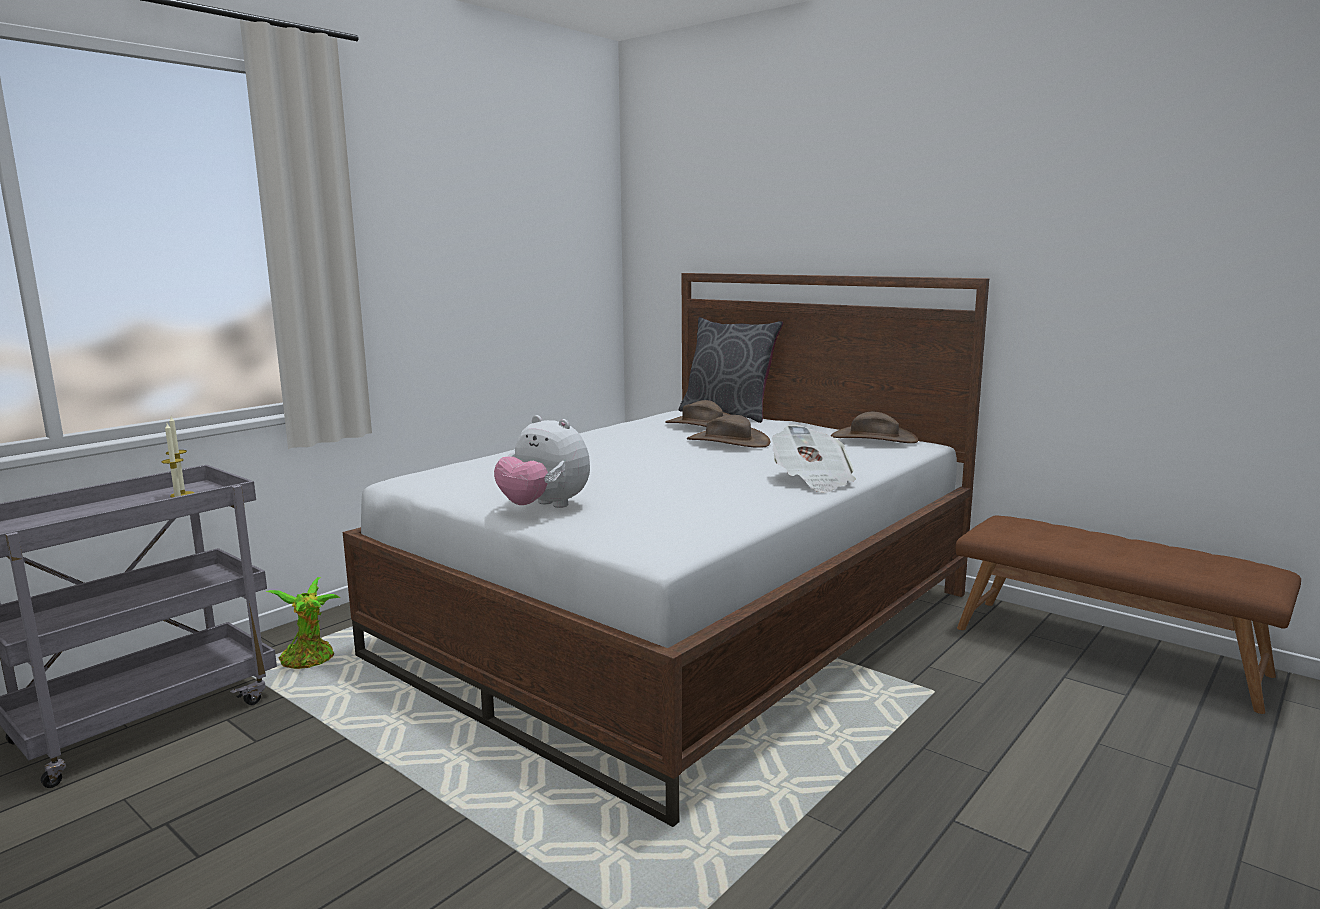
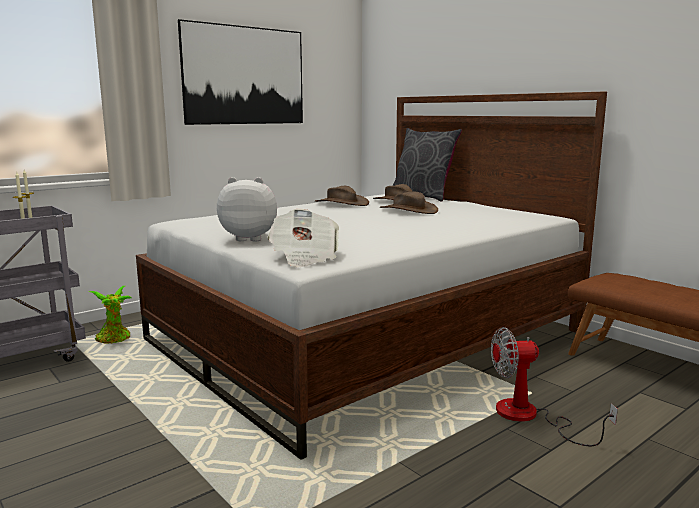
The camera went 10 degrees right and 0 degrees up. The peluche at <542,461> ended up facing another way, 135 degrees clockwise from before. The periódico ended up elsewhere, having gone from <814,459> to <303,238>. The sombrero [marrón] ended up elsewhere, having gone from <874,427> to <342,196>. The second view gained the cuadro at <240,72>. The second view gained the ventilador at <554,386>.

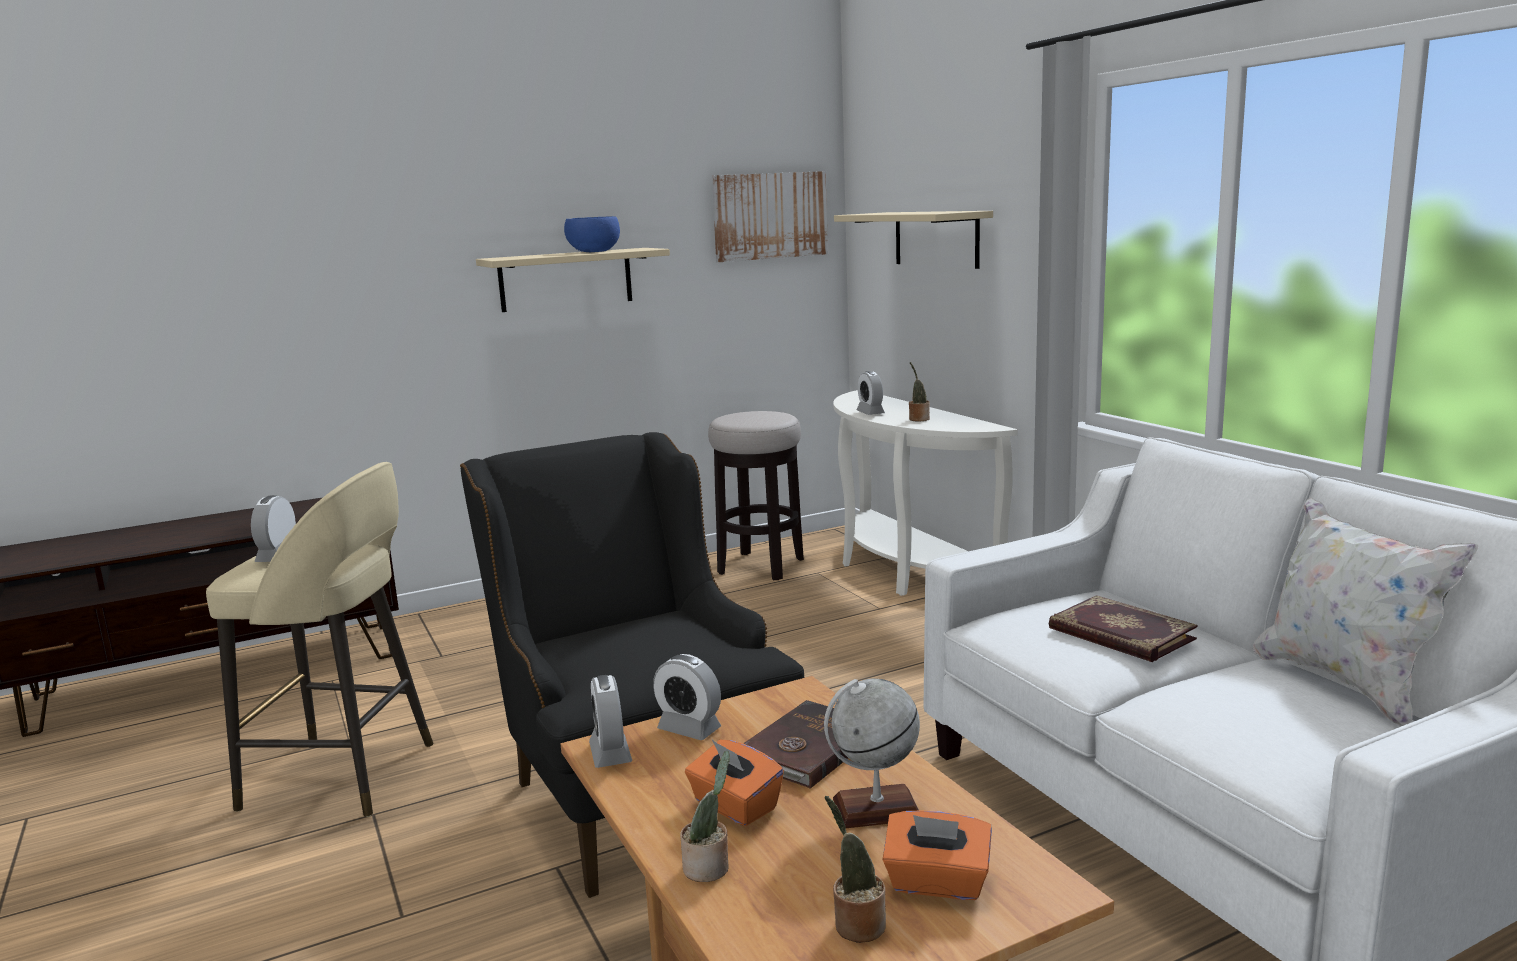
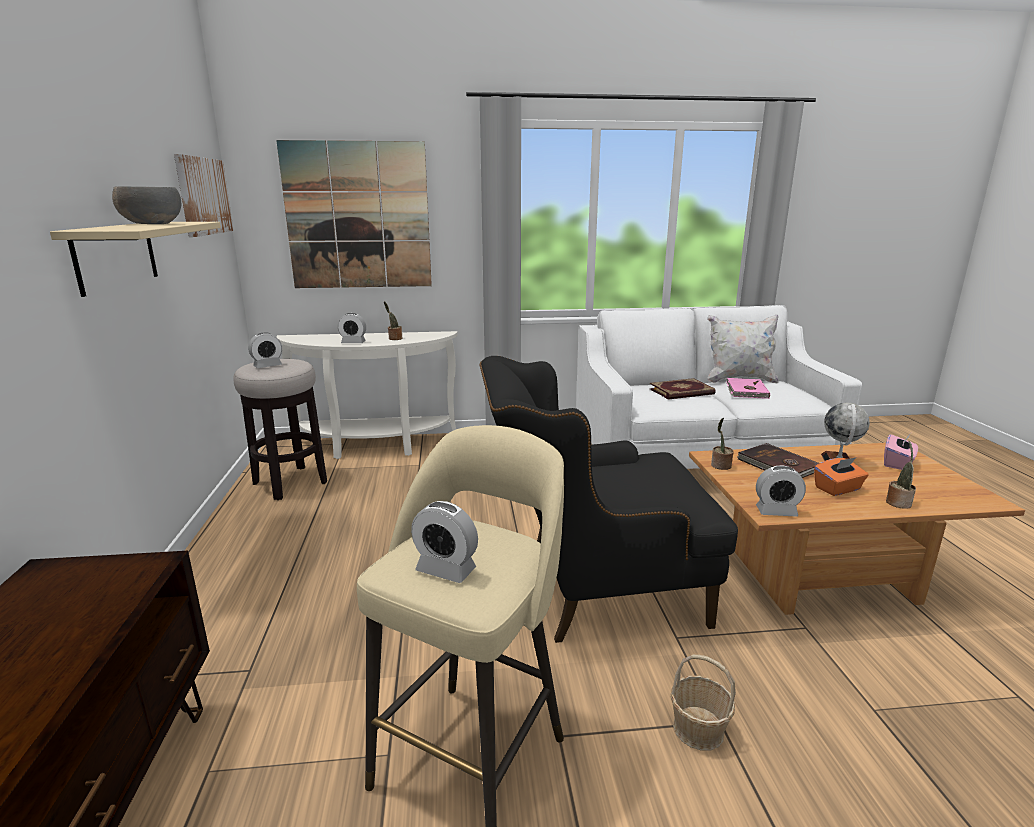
The camera went 70 degrees left and 5 degrees up. What was the cuenco [azul] at <592,234> turned into the cuenco [gris] at <146,205>. The despertador ended up elsewhere, having gone from <687,697> to <265,350>. The planta en maceta ended up elsewhere, having gone from <855,869> to <722,444>. Where the estante [beis] hung at <913,240>, the cuadro came to hang at <354,214>. What was the caja de pañuelos [naranja] at <937,855> turned into the caja de pañuelos [rosa] at <901,452>. The second view gained the cesta at <703,703>. The second view gained the libro [rosa] at <748,388>.

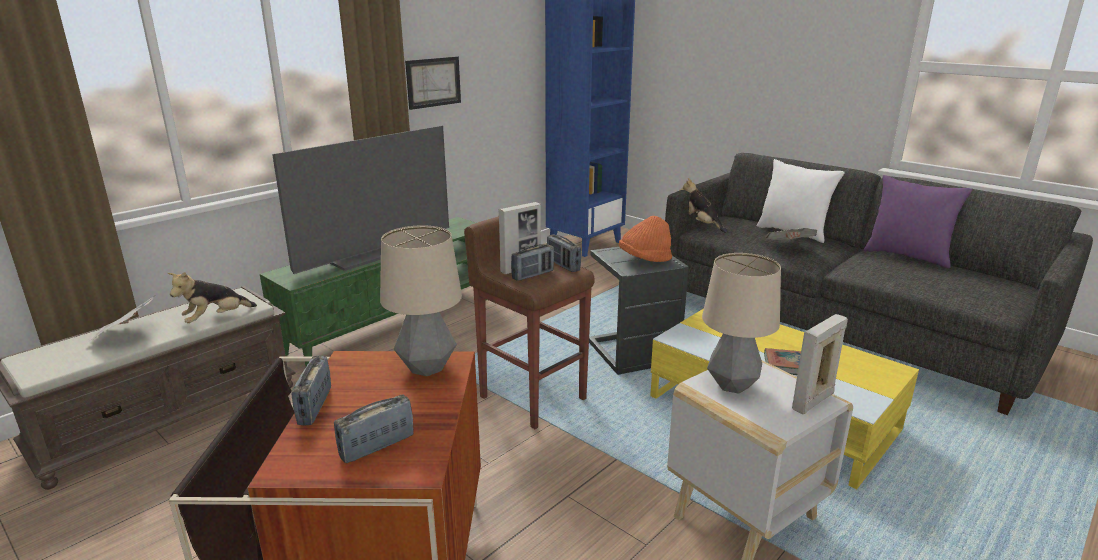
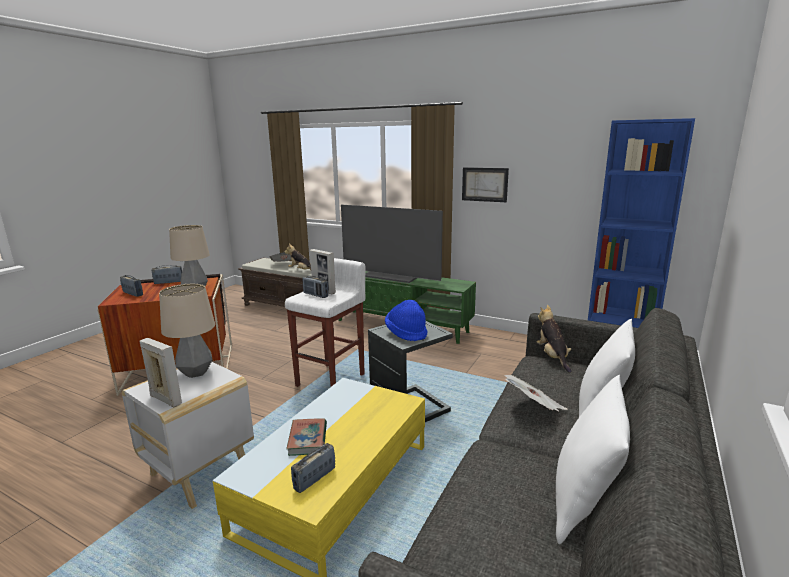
The camera went 75 degrees right and 5 degrees down. What was the taburete [marrón] at <529,322> turned into the taburete [blanco] at <325,322>. The radio ended up elsewhere, having gone from <564,253> to <313,468>. What was the sombrero [naranja] at <645,239> turned into the sombrero [azul] at <406,320>. The peluche at <703,205> ended up facing another way, 45 degrees counterclockwise from before. What was the cojín [morado] at <918,222> turned into the cojín [blanco] at <593,459>.

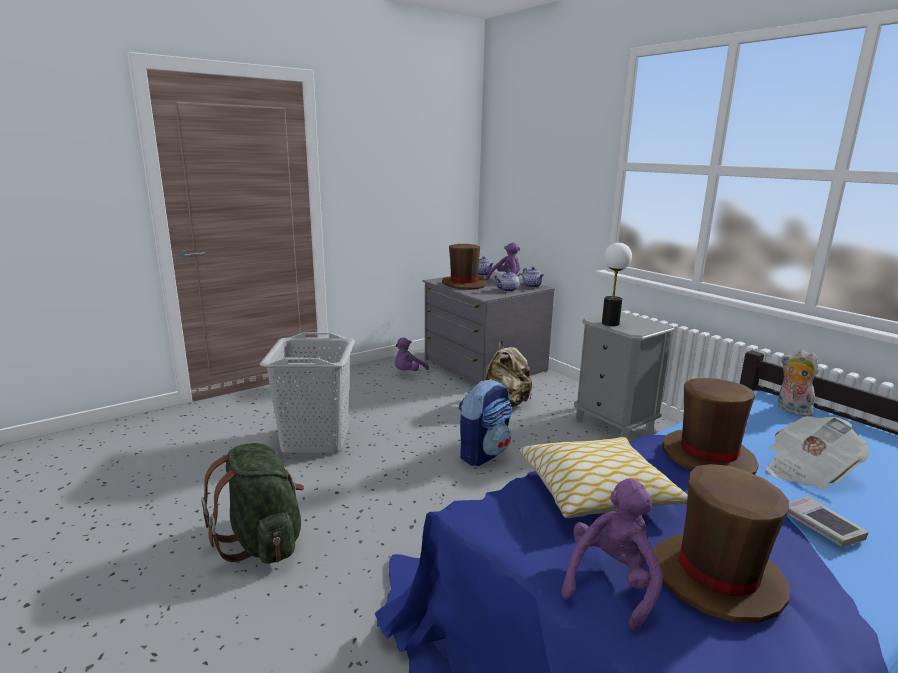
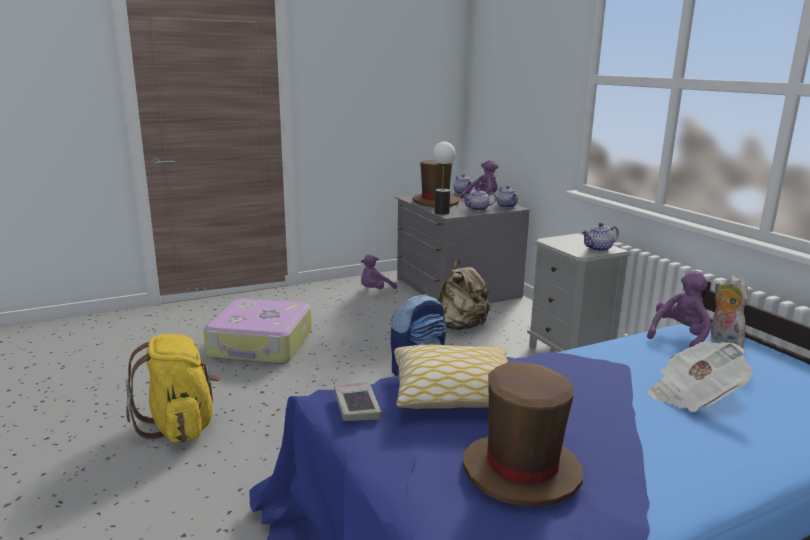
The camera went 10 degrees right and 0 degrees up. What was the mochila [verde] at <252,503> turned into the mochila [amarillo] at <173,388>. Where the cesto de la ropa [gris] stood at <307,392>, the maleta came to stand at <257,331>. The peluche [morado] ended up elsewhere, having gone from <612,554> to <679,309>. The lámpara de mesa ended up elsewhere, having gone from <617,284> to <444,178>. The second view lost the sombrero [marrón] at <711,426>. The libro ended up elsewhere, having gone from <828,521> to <357,401>. The second view gained the tetera at <600,237>.

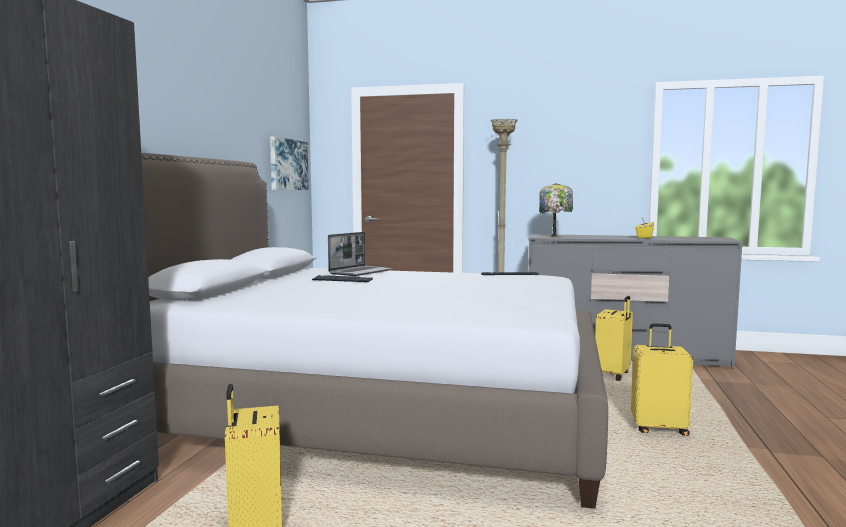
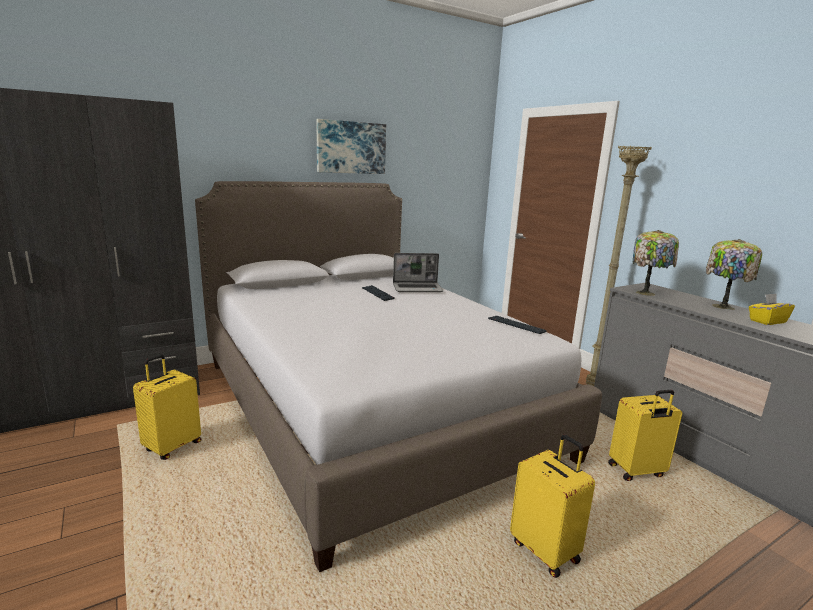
The camera went 45 degrees right and 10 degrees up. The cuadro ended up elsewhere, having gone from <289,163> to <351,146>. The second view gained the lámpara de mesa at <734,274>.

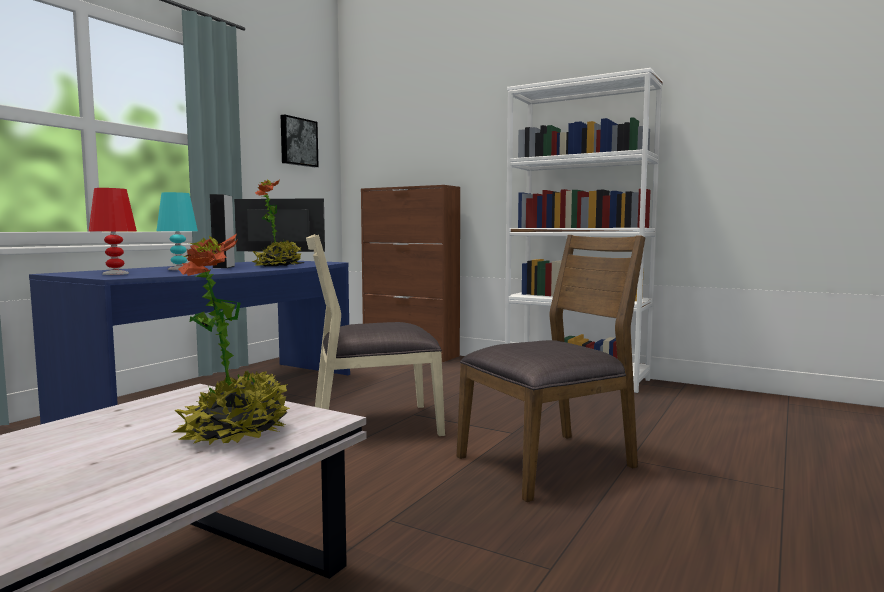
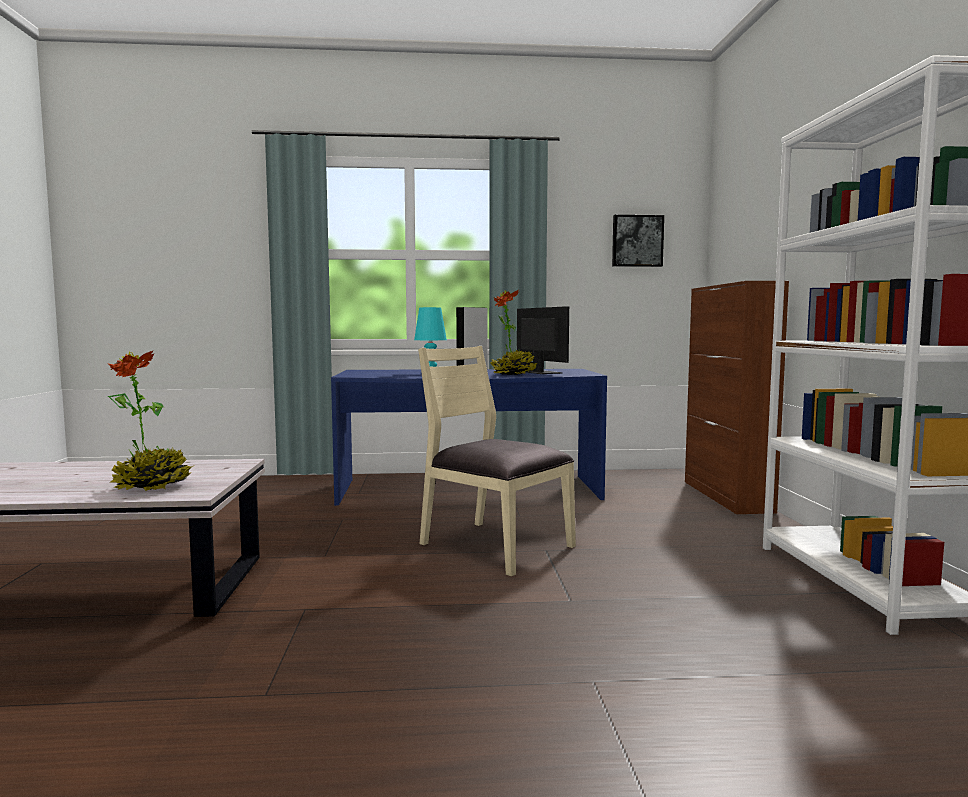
The camera went 55 degrees right and 0 degrees up. The second view lost the lámpara de mesa [rojo] at <113,231>. The second view lost the silla [marrón] at <551,368>.

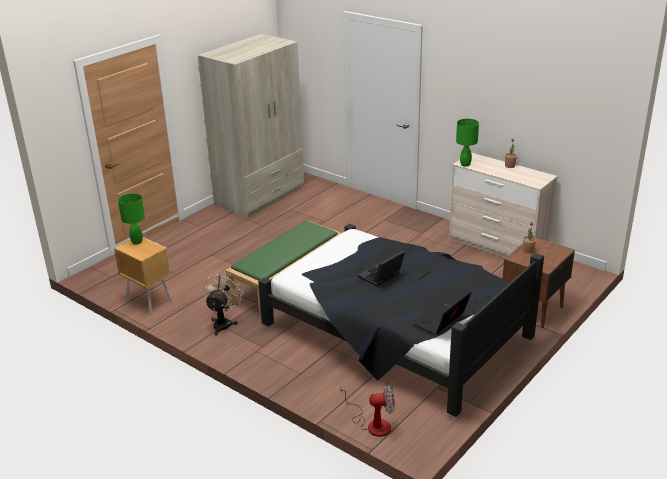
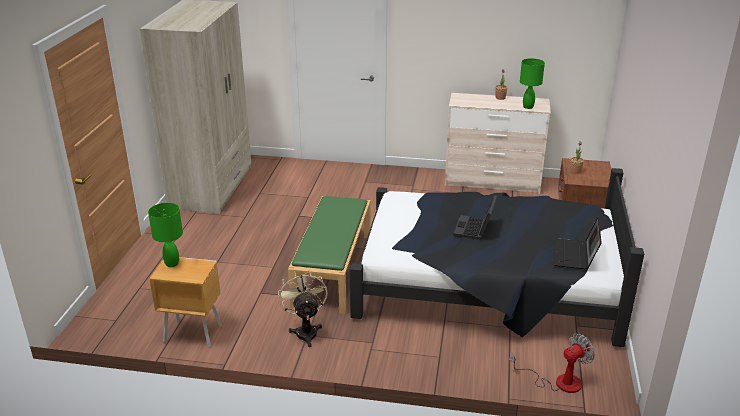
The camera went 30 degrees left and 0 degrees up. The lámpara de mesa [verde] ended up elsewhere, having gone from <467,143> to <532,83>.

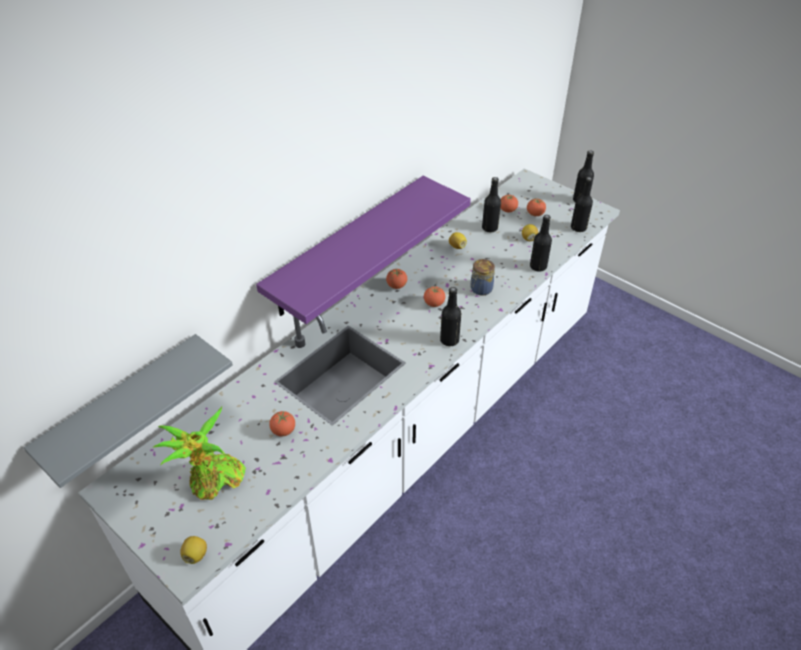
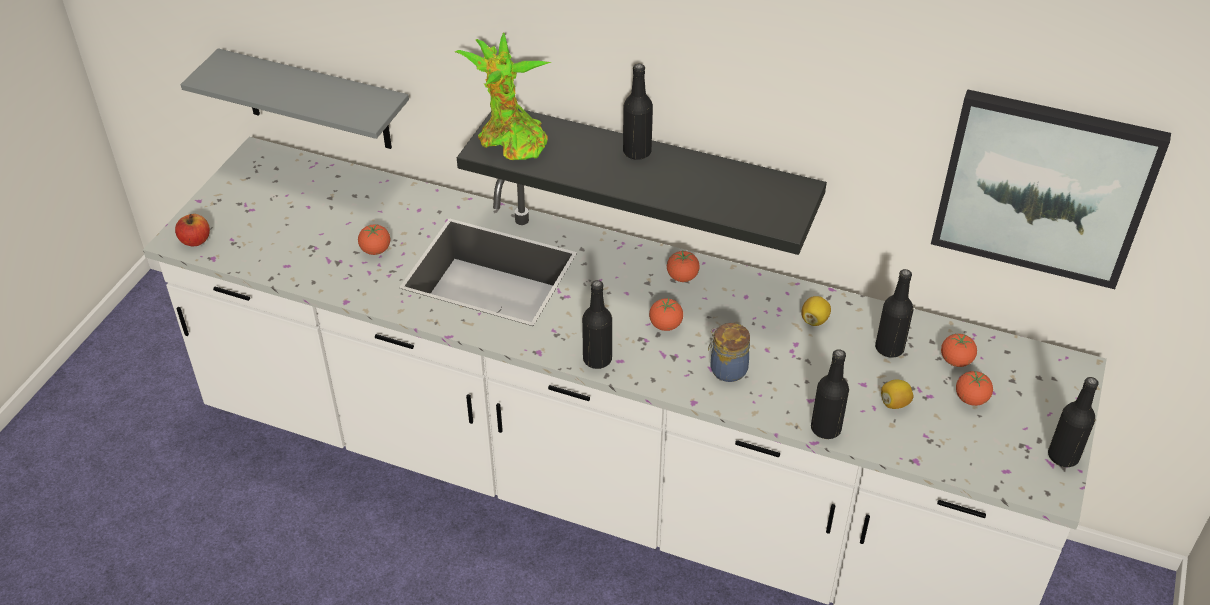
The camera went 70 degrees right and 0 degrees up. The planta en maceta ended up elsewhere, having gone from <199,453> to <503,96>. Where the limón stood at <193,550>, the manzana came to stand at <192,230>. What was the estante [morado] at <363,250> turned into the estante [negro] at <642,182>. The botella [negro] ended up elsewhere, having gone from <582,204> to <638,112>. The second view gained the cuadro at <1051,189>.

